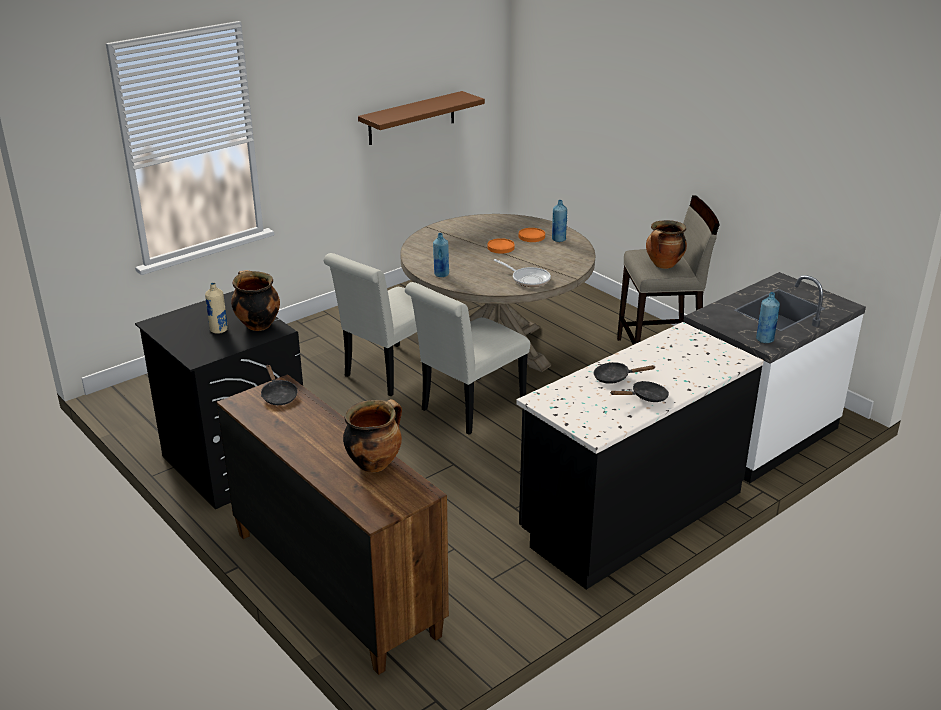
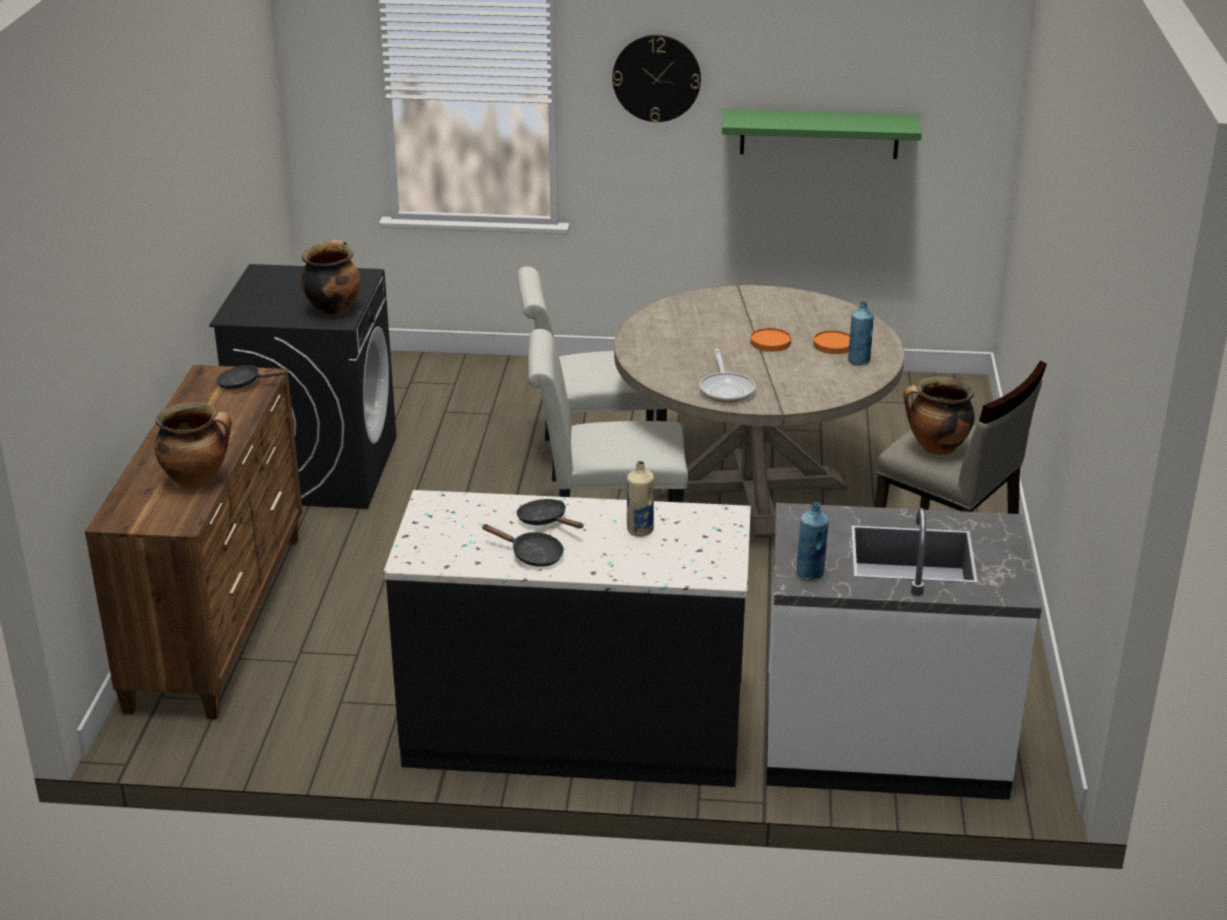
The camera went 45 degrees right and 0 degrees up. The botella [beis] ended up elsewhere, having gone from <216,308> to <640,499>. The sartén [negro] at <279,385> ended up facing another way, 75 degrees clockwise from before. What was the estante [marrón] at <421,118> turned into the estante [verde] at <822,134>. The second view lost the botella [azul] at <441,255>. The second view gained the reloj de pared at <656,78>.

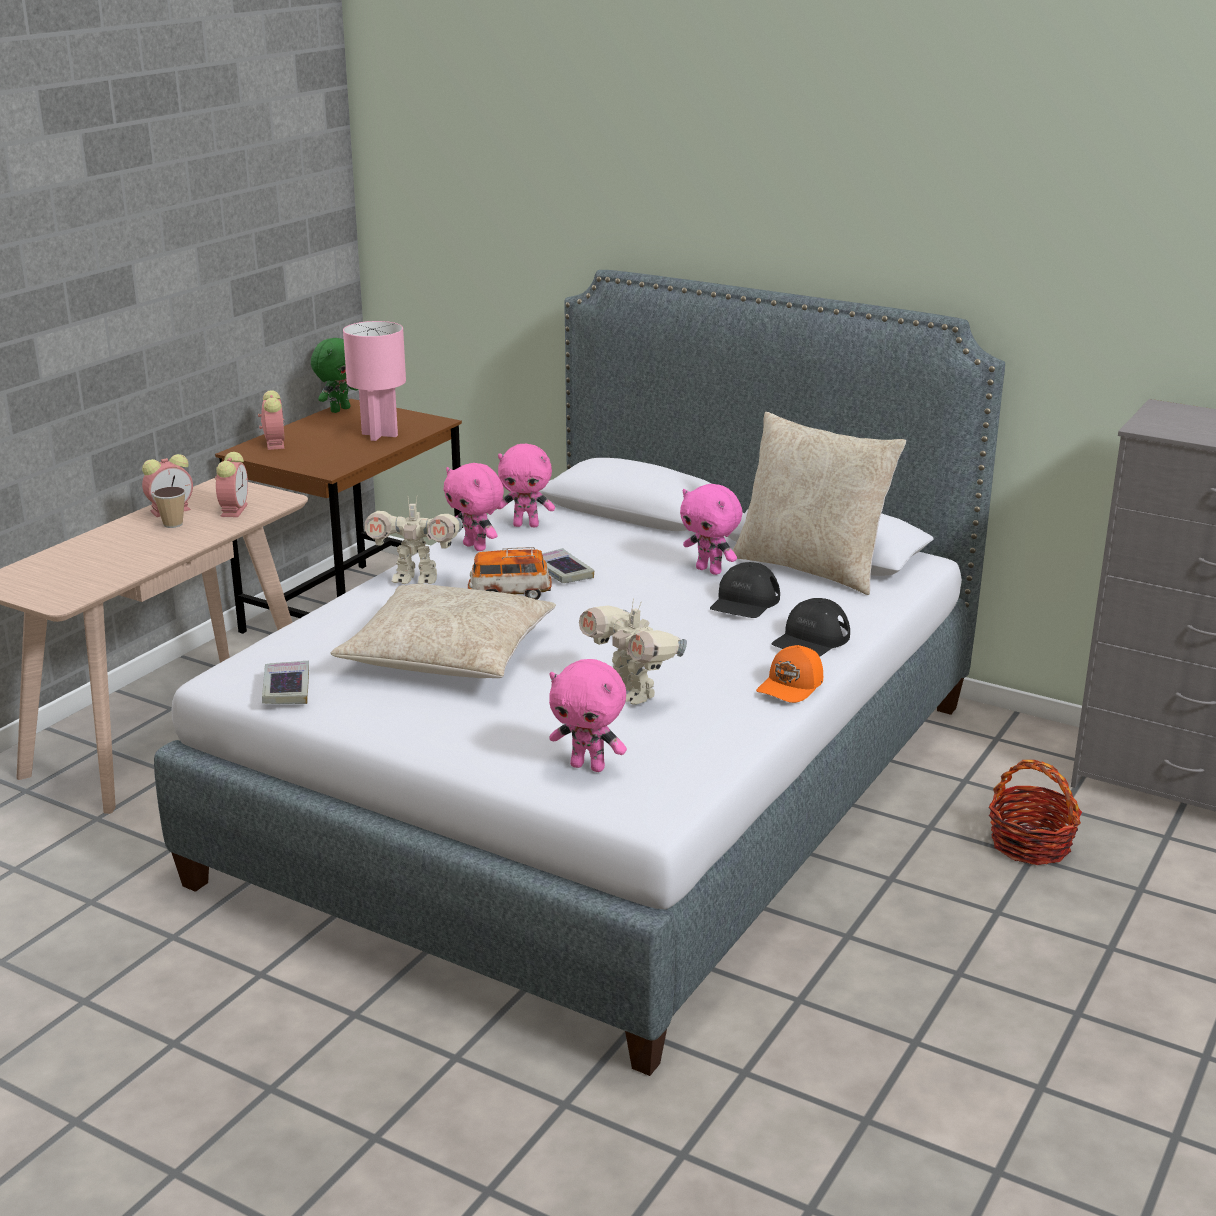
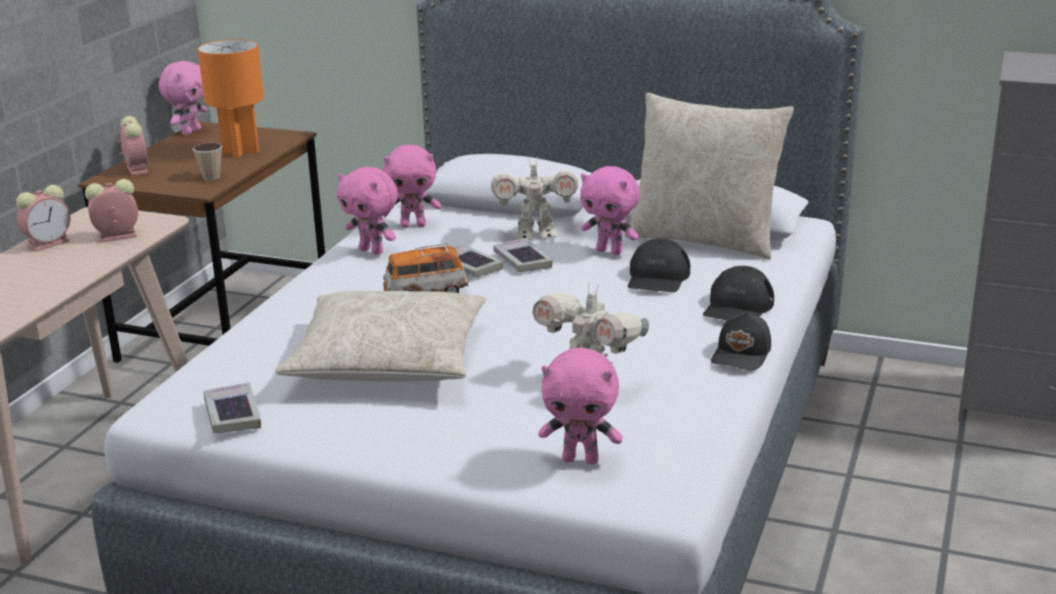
The camera went 10 degrees left and 0 degrees up. The taza ended up elsewhere, having gone from <169,507> to <207,161>. The despertador at <231,484> ended up facing another way, 105 degrees counterclockwise from before. What was the peluche [verde] at <334,375> turned into the peluche [rosa] at <183,98>. What was the lámpara de mesa [rosa] at <374,381> turned into the lámpara de mesa [naranja] at <231,98>. The robot de juguete ended up elsewhere, having gone from <413,539> to <534,198>. What was the gorra [naranja] at <789,674> turned into the gorra [negro] at <741,342>. The second view lost the cesta at <1035,812>. The second view gained the libro at <523,255>.

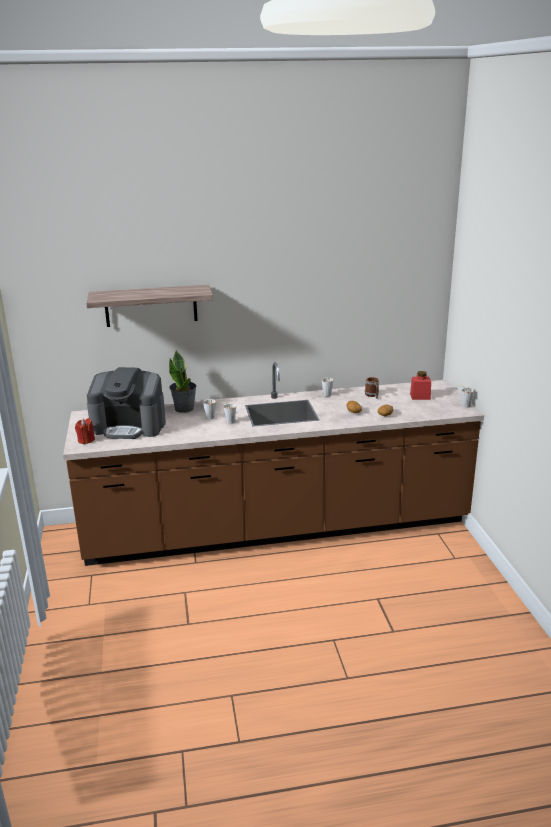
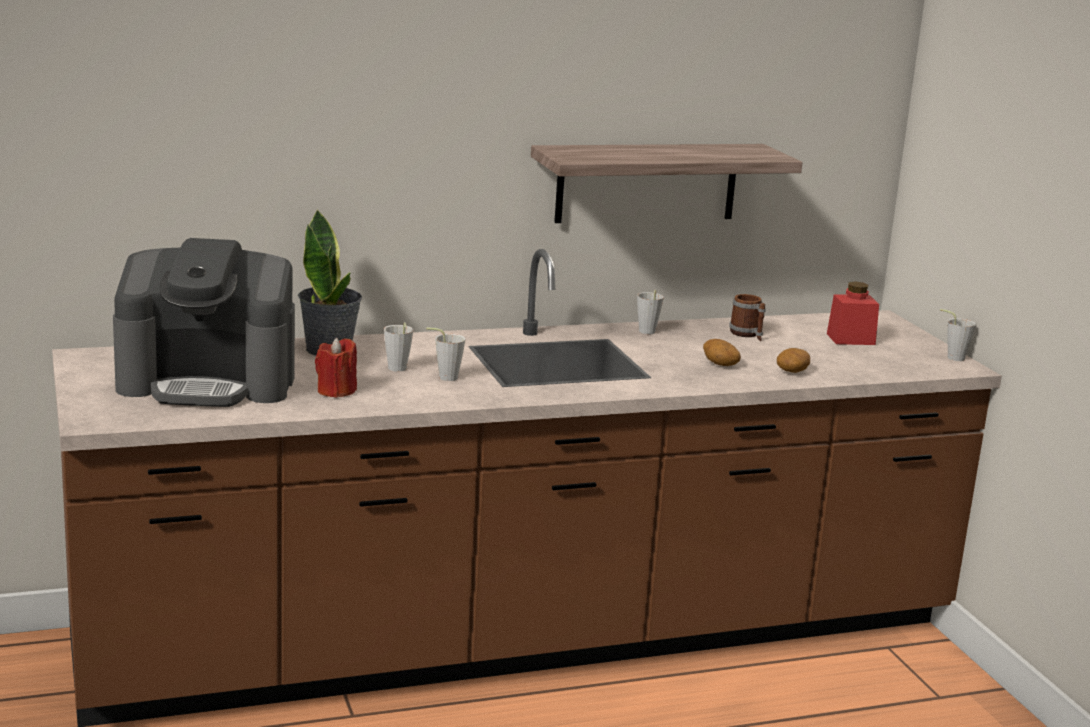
The camera went 10 degrees left and 5 degrees down. The vela [rojo] ended up elsewhere, having gone from <85,431> to <336,367>. The estante ended up elsewhere, having gone from <149,306> to <667,183>.

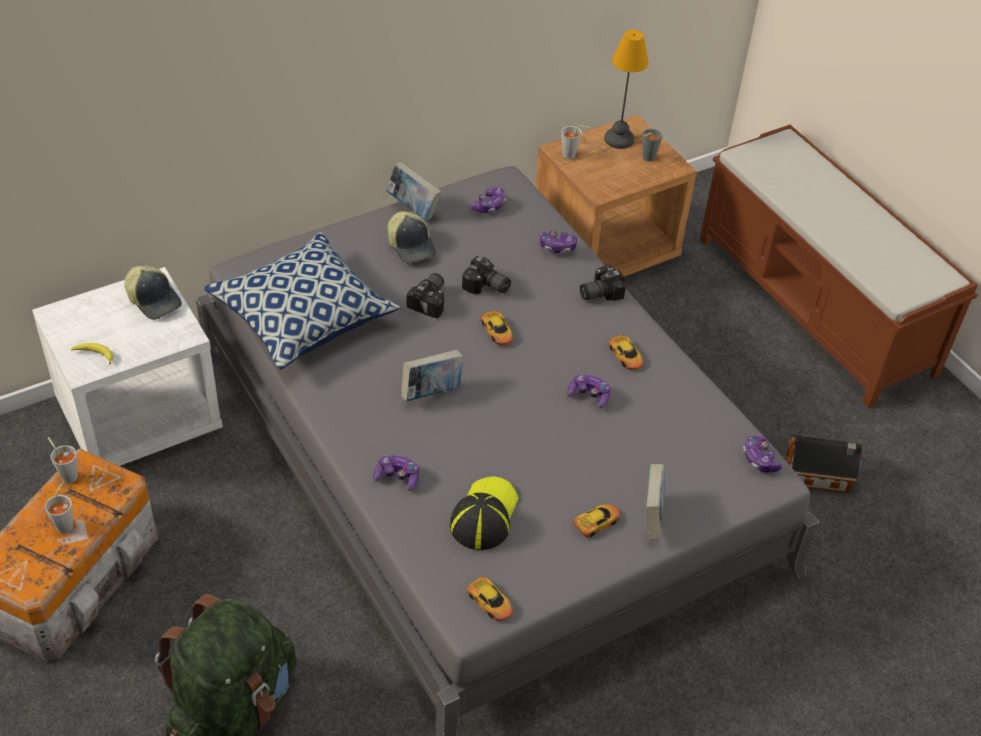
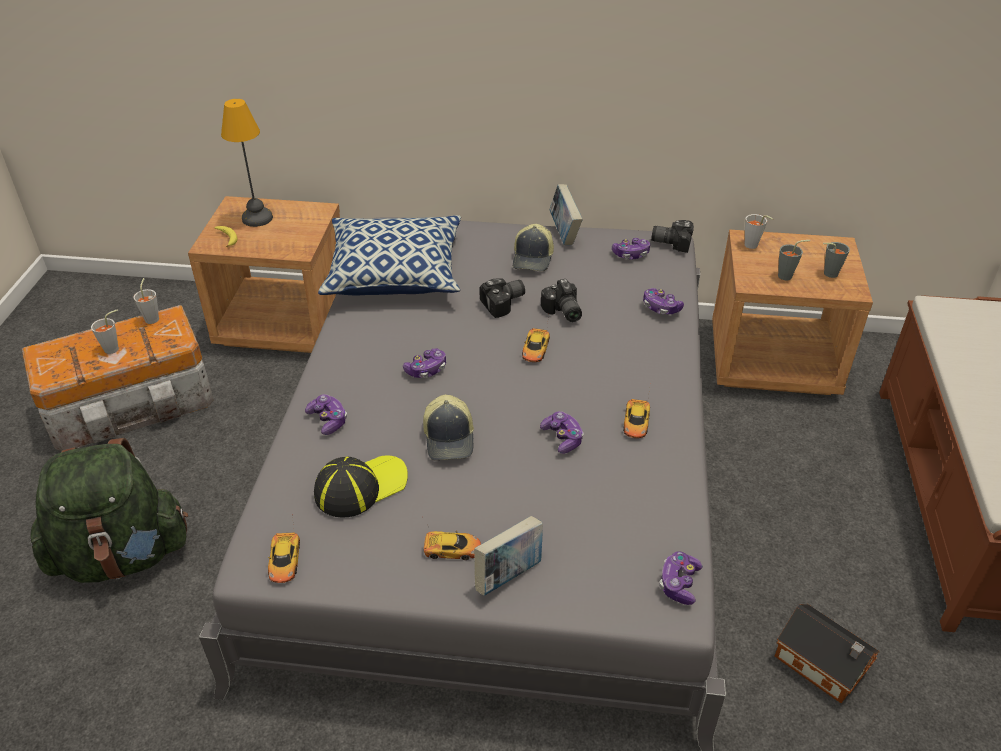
The camera went 40 degrees right and 5 degrees down. What was the mesita de noche [blanco] at <127,366> turned into the mesita de noche [marrón] at <264,274>. The gorra ended up elsewhere, having gone from <153,293> to <448,427>. Where the libro stood at <432,375>, the mando de consola came to stand at <424,363>. The cámara ended up elsewhere, having gone from <603,283> to <672,236>. The lámpara de mesa ended up elsewhere, having gone from <626,89> to <247,163>. The second view gained the taza [gris] at <794,260>.

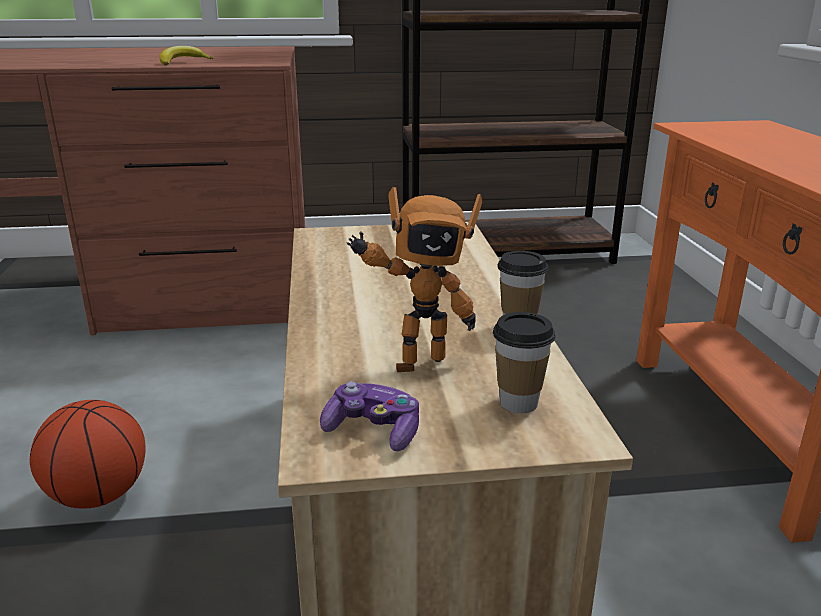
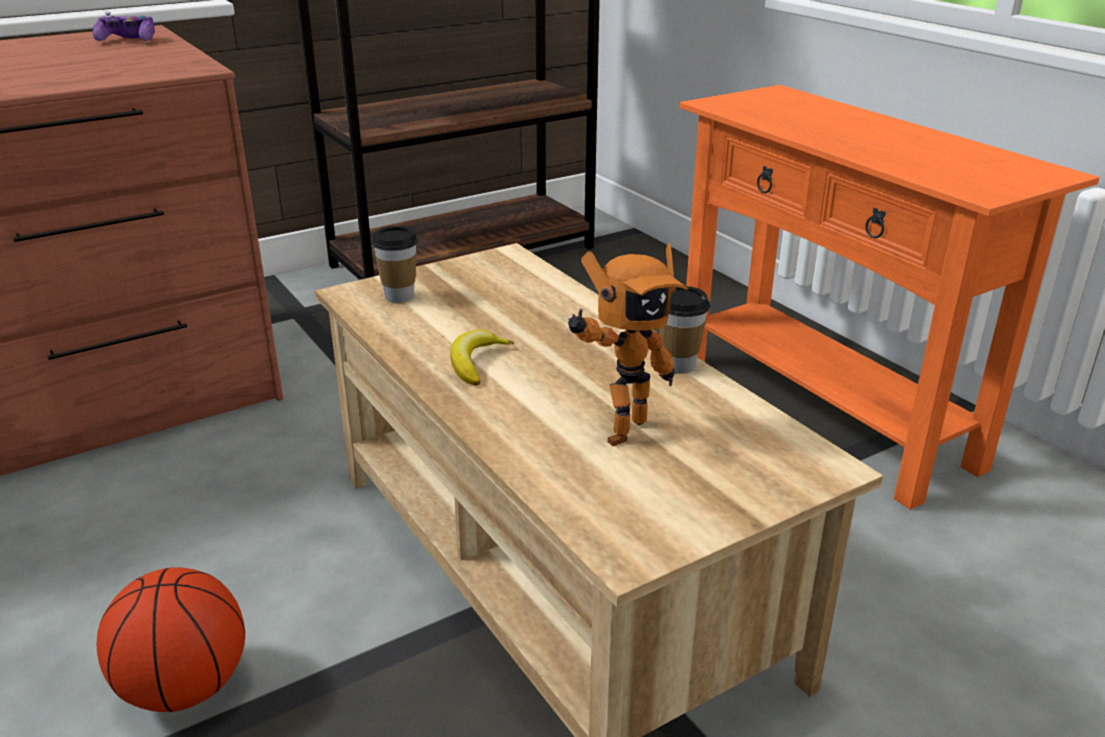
The camera went 25 degrees left and 5 degrees up. The plátano ended up elsewhere, having gone from <186,56> to <482,358>. The mando de consola ended up elsewhere, having gone from <369,416> to <124,26>. The taza ended up elsewhere, having gone from <524,362> to <395,264>.

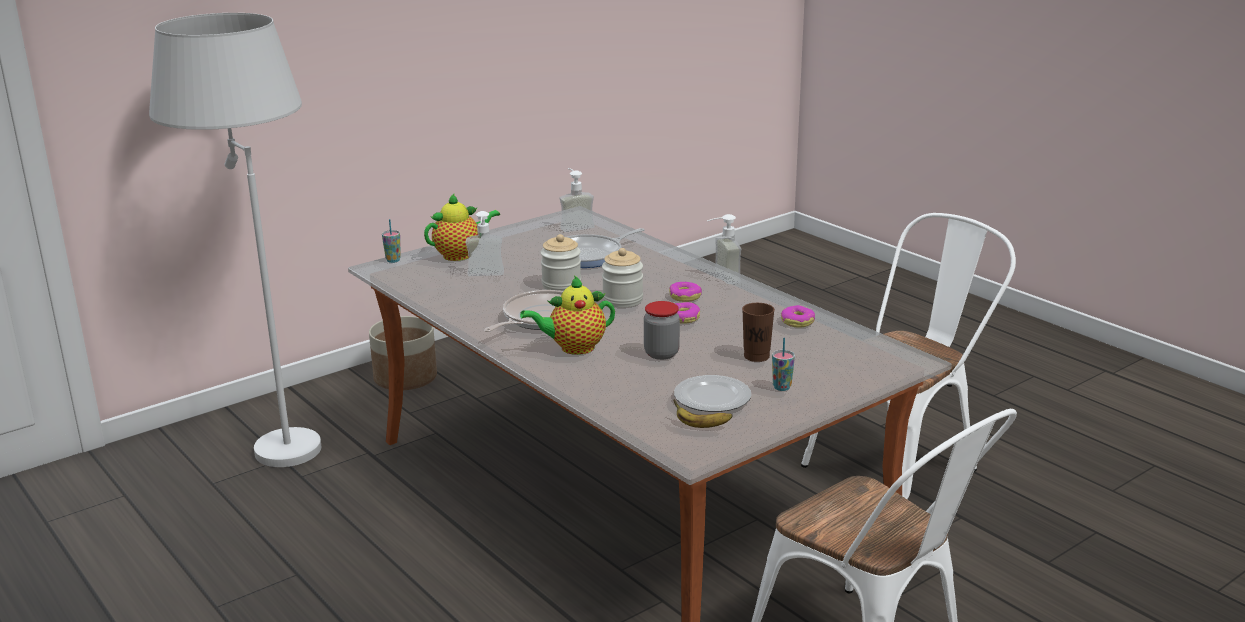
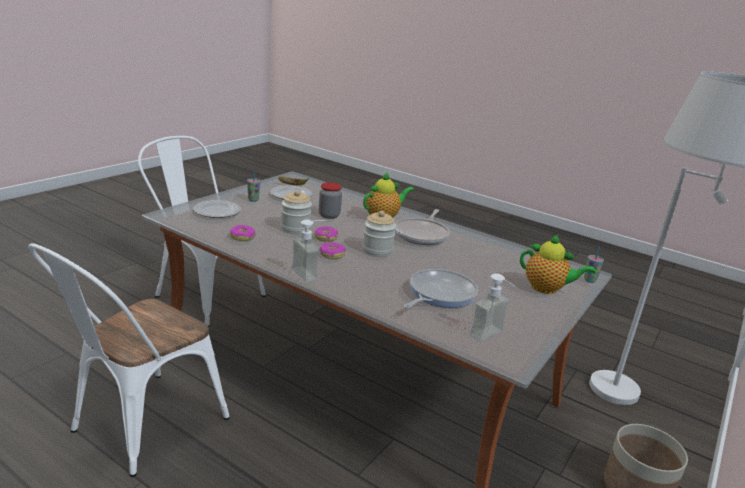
The camera went 160 degrees right and 0 degrees up. The tetera at <462,227> ended up facing another way, 105 degrees counterclockwise from before. The second view lost the dispensador de jabón at <485,243>. The tarro ended up elsewhere, having gone from <560,262> to <296,212>. The second view lost the taza [marrón] at <758,332>. The second view gained the plato at <217,209>.

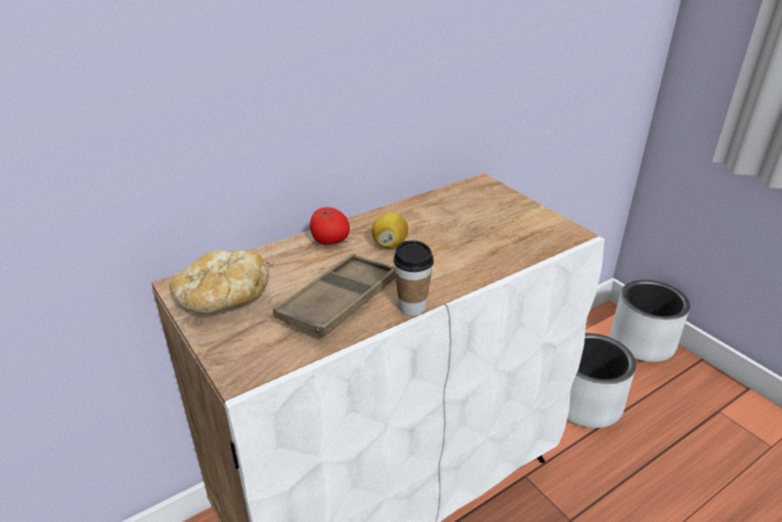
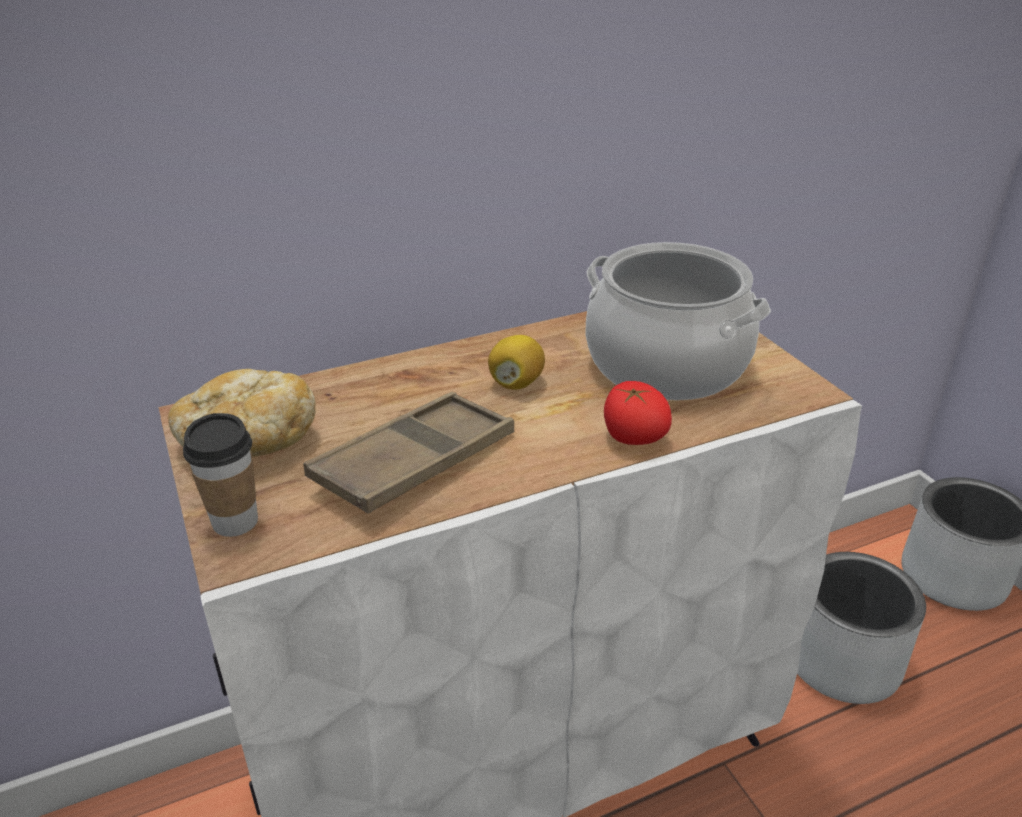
The camera went 10 degrees right and 0 degrees up. The tomate ended up elsewhere, having gone from <330,226> to <638,413>. The taza ended up elsewhere, having gone from <413,278> to <220,475>. The second view gained the olla at <678,321>.

